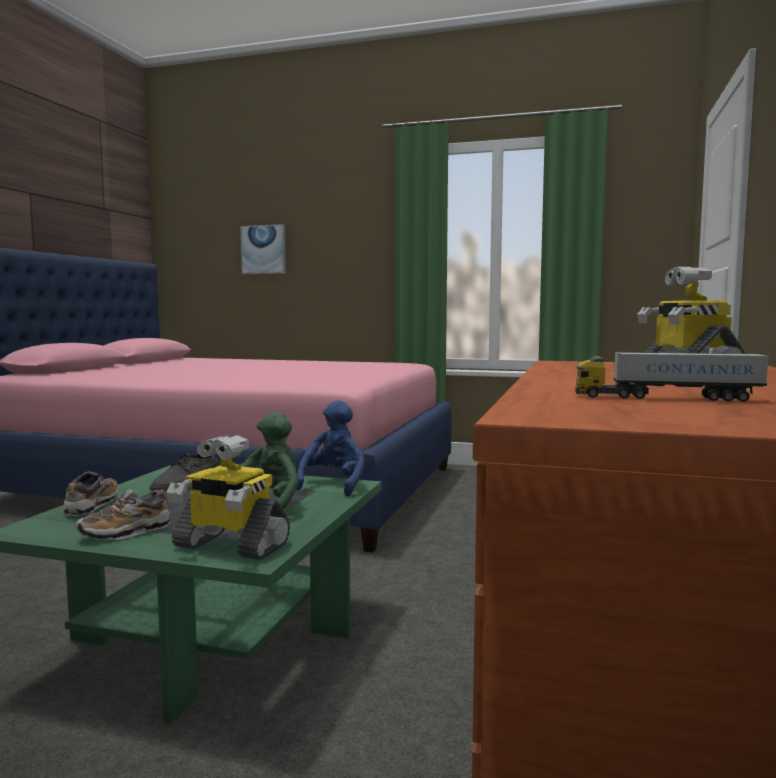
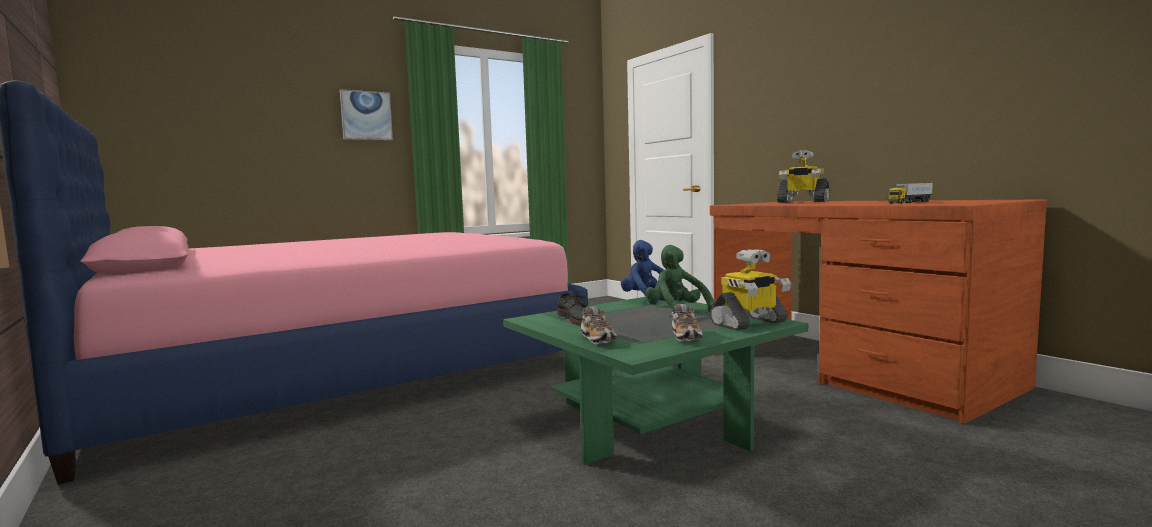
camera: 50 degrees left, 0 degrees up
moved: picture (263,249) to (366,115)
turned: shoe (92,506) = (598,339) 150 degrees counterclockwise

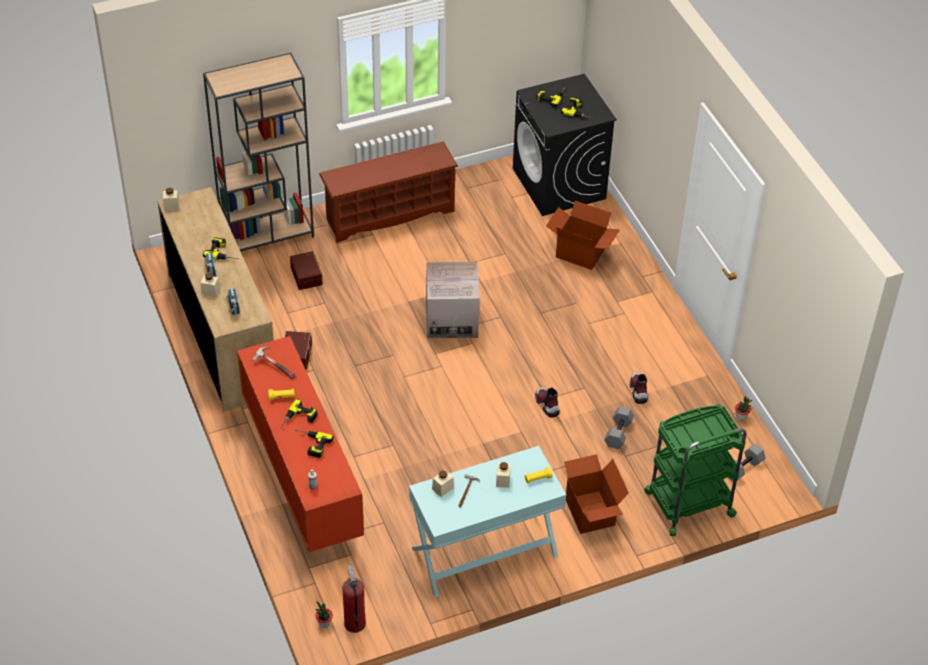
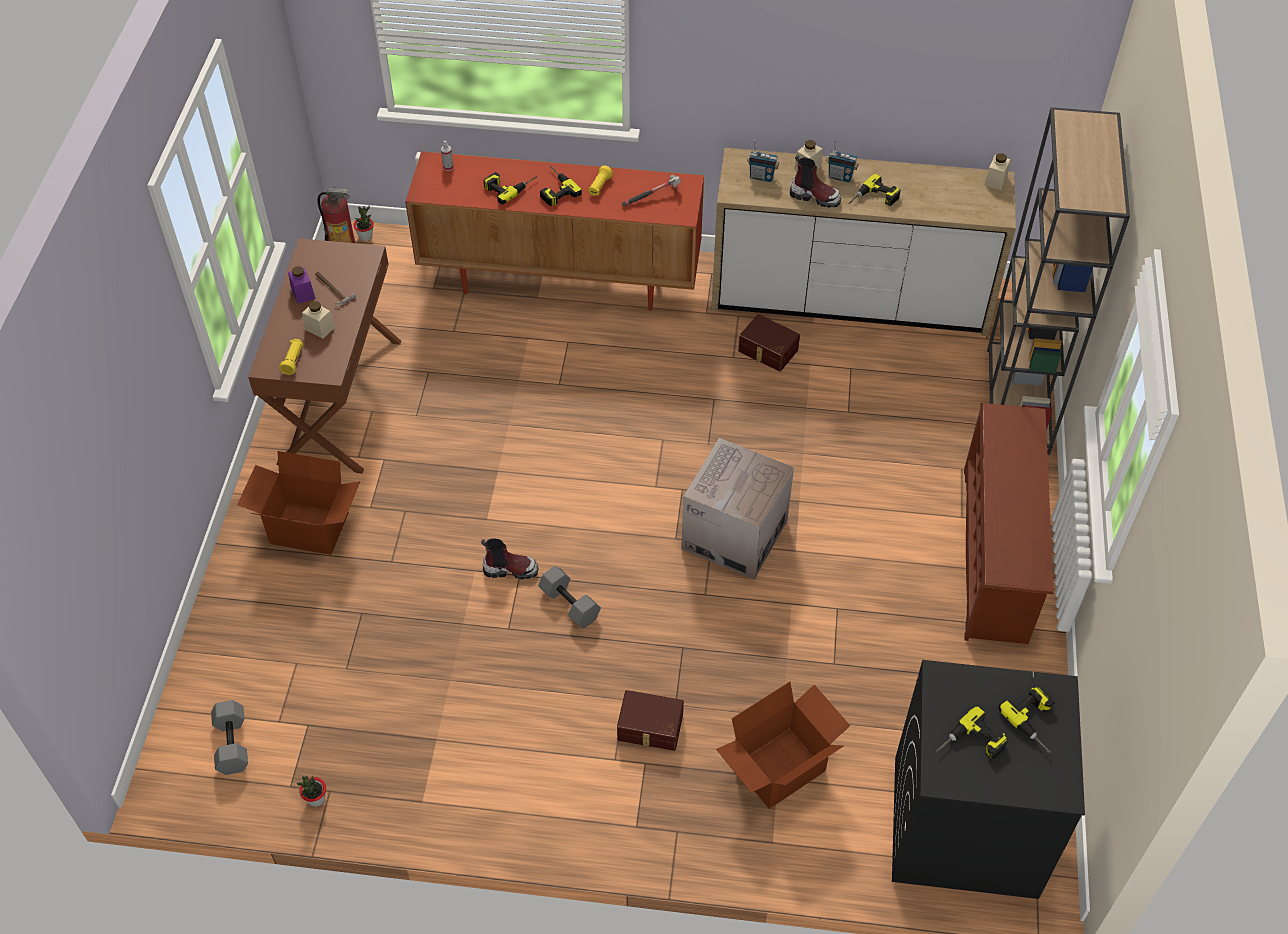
camera: 120 degrees right, 5 degrees up
removed: storage jar (beige-coloured) (442,488); cart (greenish) (689,503)
added: storage jar (purple) (303,293)
moved: hand weight (greyish) (618,432) to (571,604); storage container (brownish) (307,275) to (650,728); boot (638,390) to (815,196)
recoloured: desk unit (turquoise) (485,552) to desk unit (brownish) (339,400)

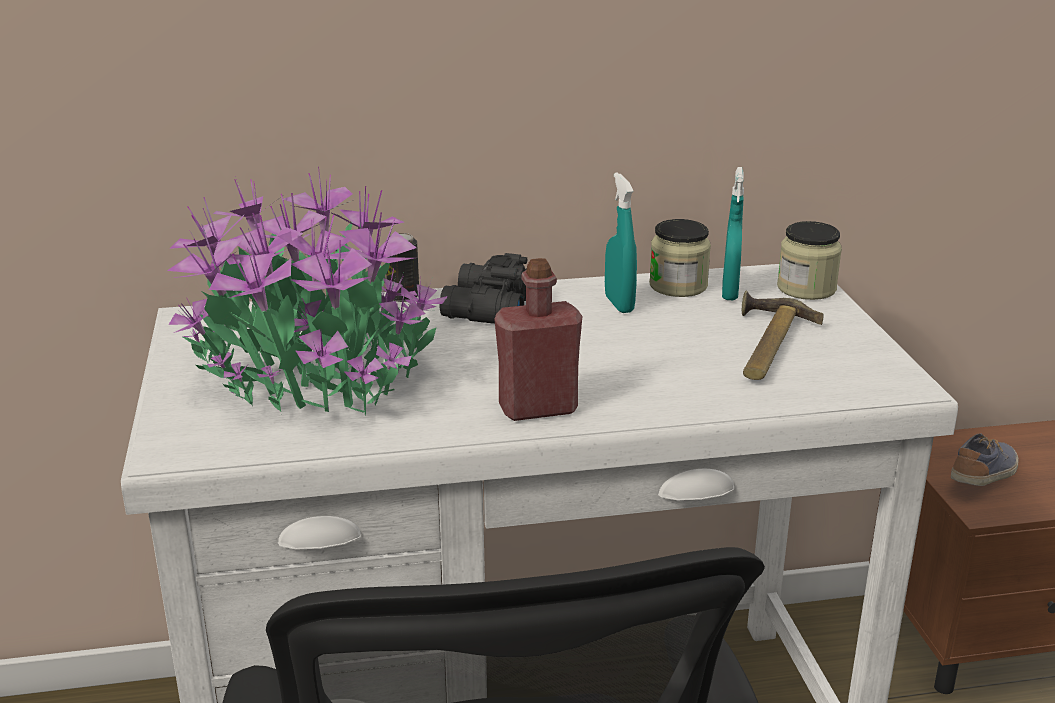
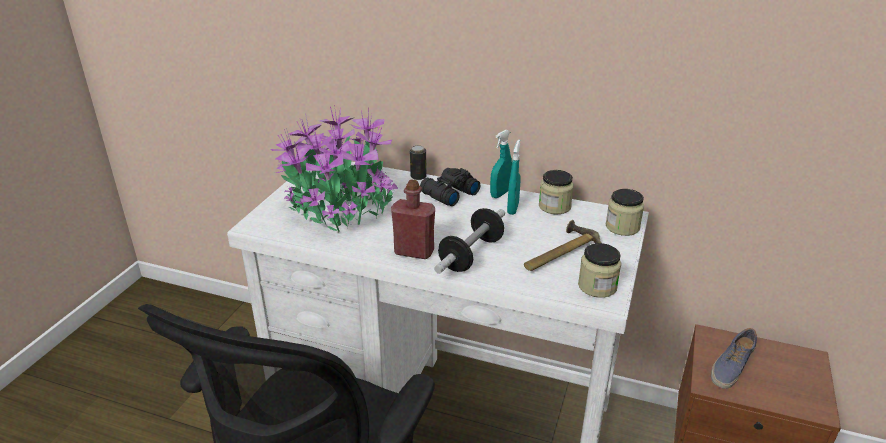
camera: 30 degrees right, 5 degrees up
added: hand weight (471,255); storage jar (597,286)
moved: sprayer (turquoise) (729,293) to (500,194)
turned: shoe (984,477) = (731,367) 150 degrees clockwise

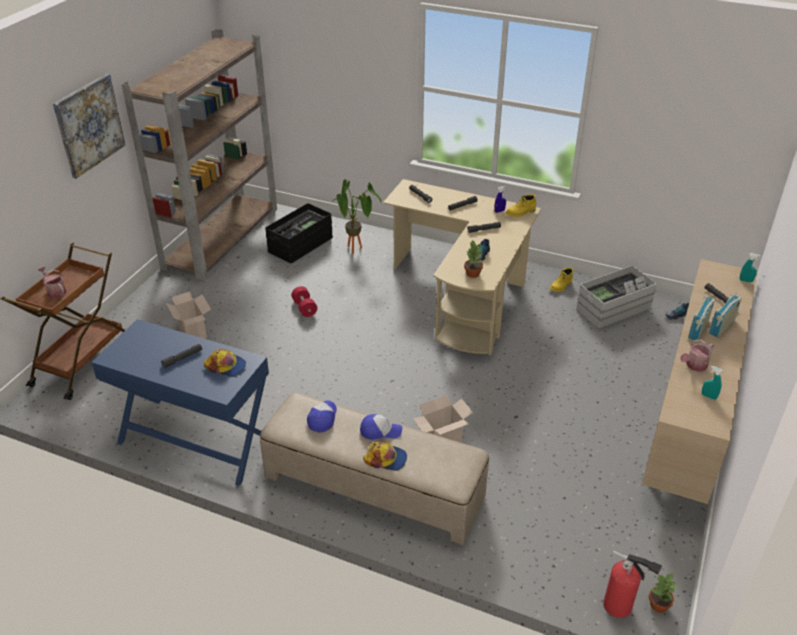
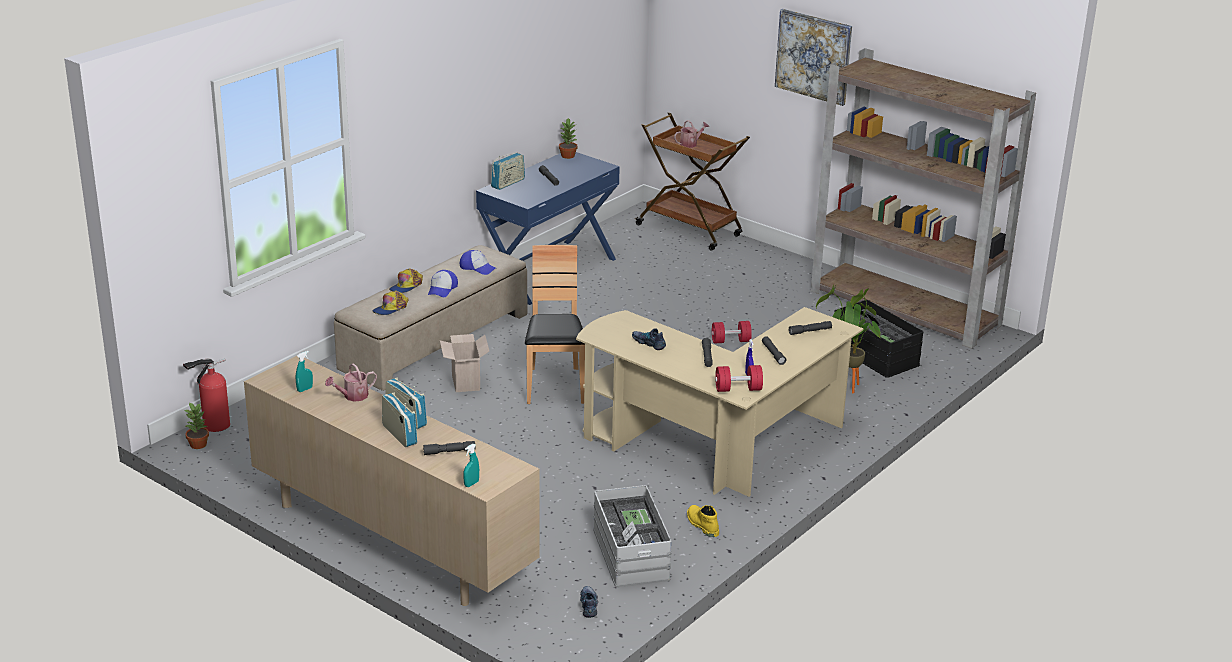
camera: 105 degrees right, 10 degrees down
removed: packing box (194,333)
added: radio set (508,183); plain chair (brownish) (554,386)
moved: cap (226,366) to (391,309); houseplant (472,273) to (568,156)
replaced: boot (yellow-coloured) (521,212) to hand weight (red) (738,389)
turned: watering can (694,366) = (352,396) 105 degrees counterclockwise

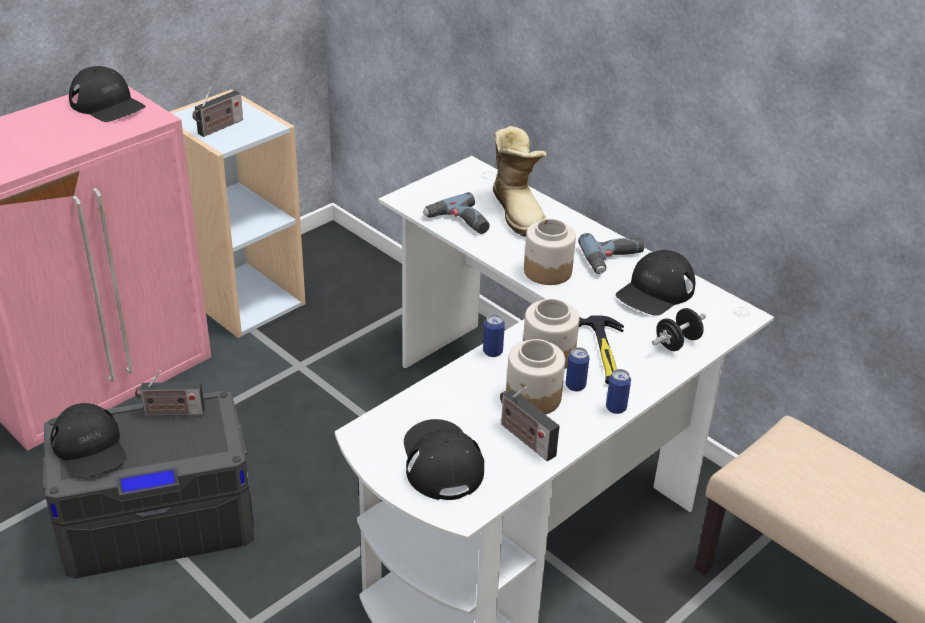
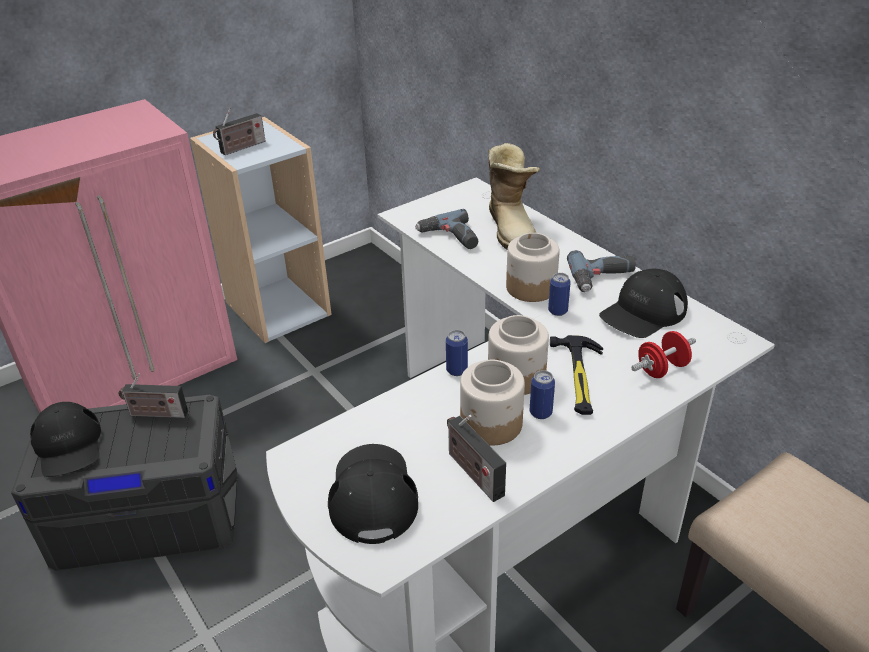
camera: 10 degrees right, 0 degrees up
removed: cap (blackish) (107,104)
moved: metal can (616,408) to (557,311)
recoloured: hand weight (blackish) (677,343) to hand weight (red) (662,369)

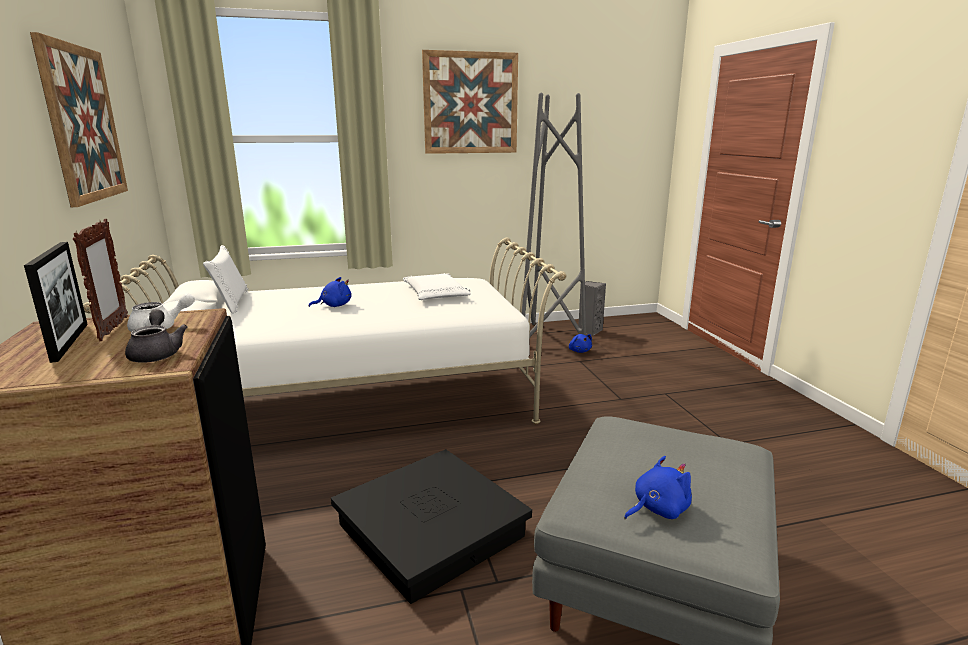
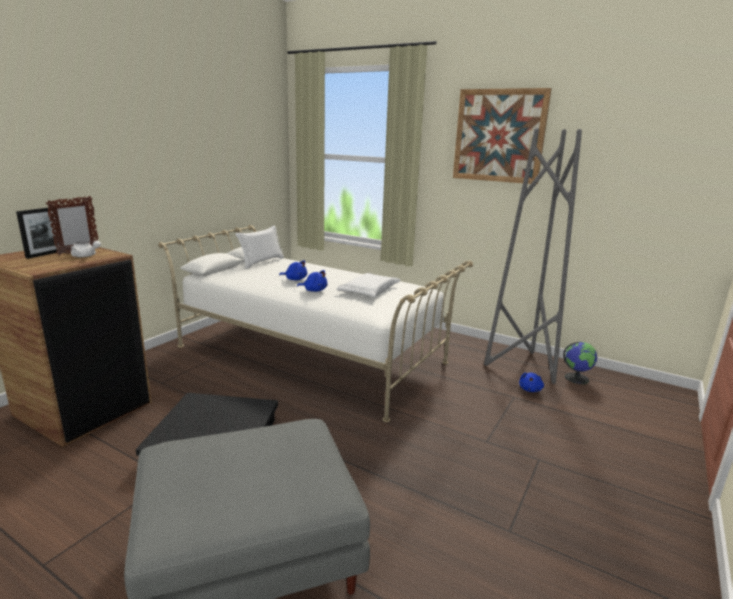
camera: 45 degrees right, 0 degrees up
removed: picture (83,124); tea pot (greyish) (157,353)
moved: cuddly toy (bluish) (657,509) to (314,290)
replaced: loudspeaker (greyish) (589,331) to desk globe (576,378)

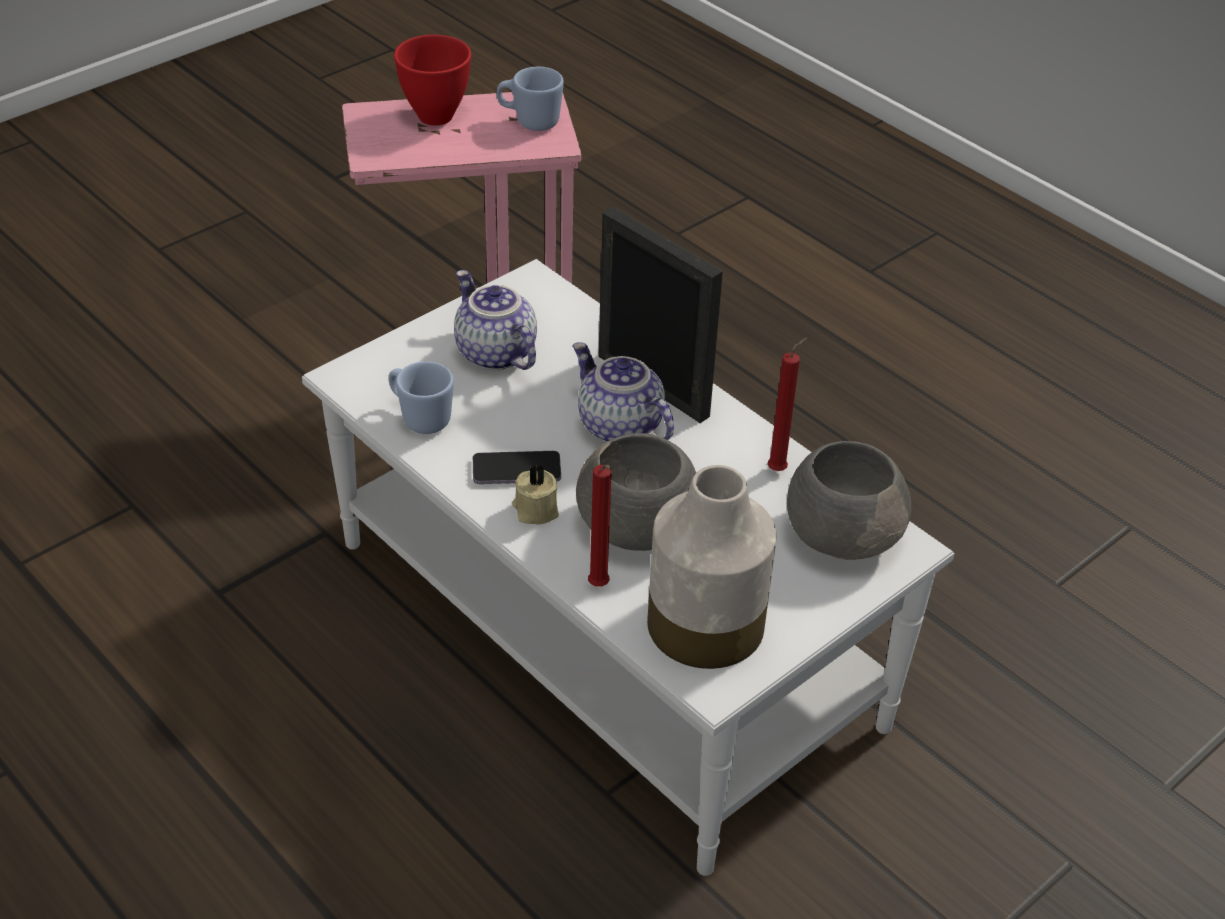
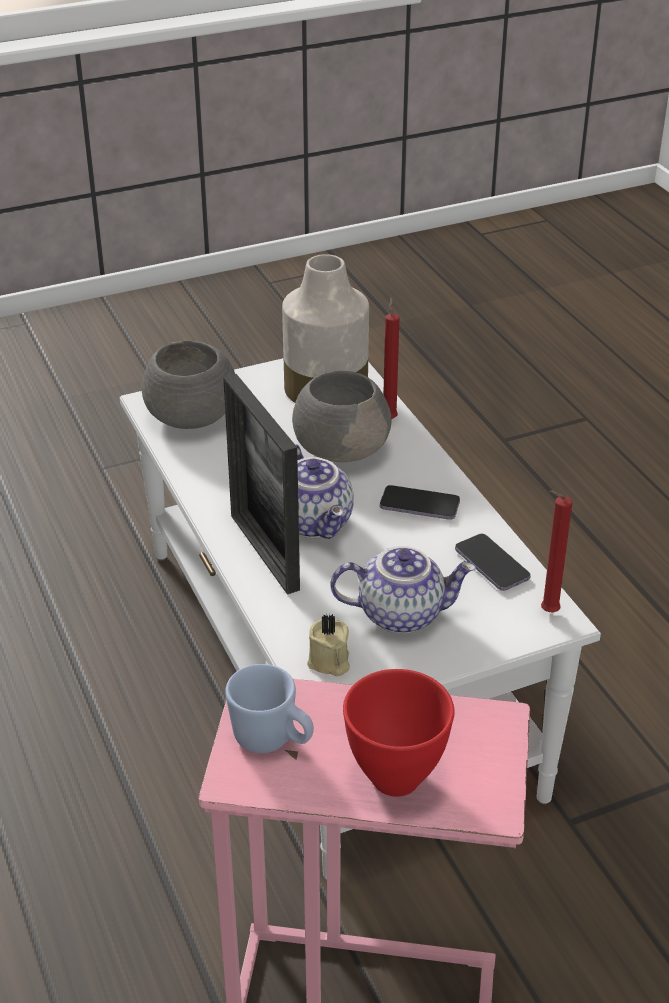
camera: 160 degrees left, 5 degrees down
moved: wax candle (beige-coloured) (535,510) to (329,662); wax candle (red) (779,469) to (546,612)
replaced: coffee mug (bluish) (420,417) to handset (491,564)
turned: tea pot (493,353) = (401,613) 75 degrees counterclockwise

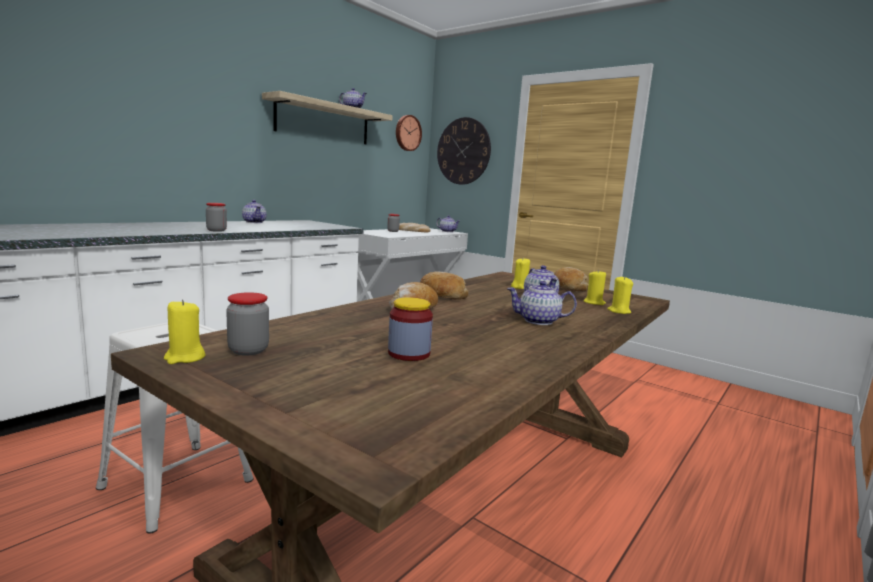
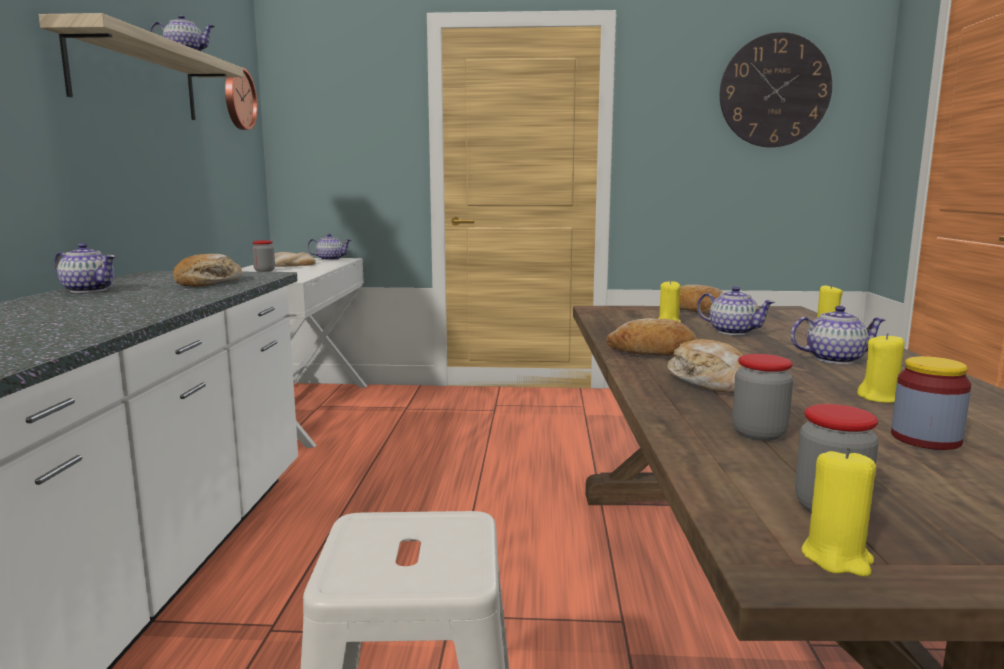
camera: 35 degrees left, 0 degrees up
added: baked bread (209,282)
moved: wall clock (463,151) to (774,91); storage jar (216,230) to (759,433); wax candle (yellow-coloured) (594,303) to (880,398)
turned: tea pot (539,321) = (833,359) 150 degrees counterclockwise

